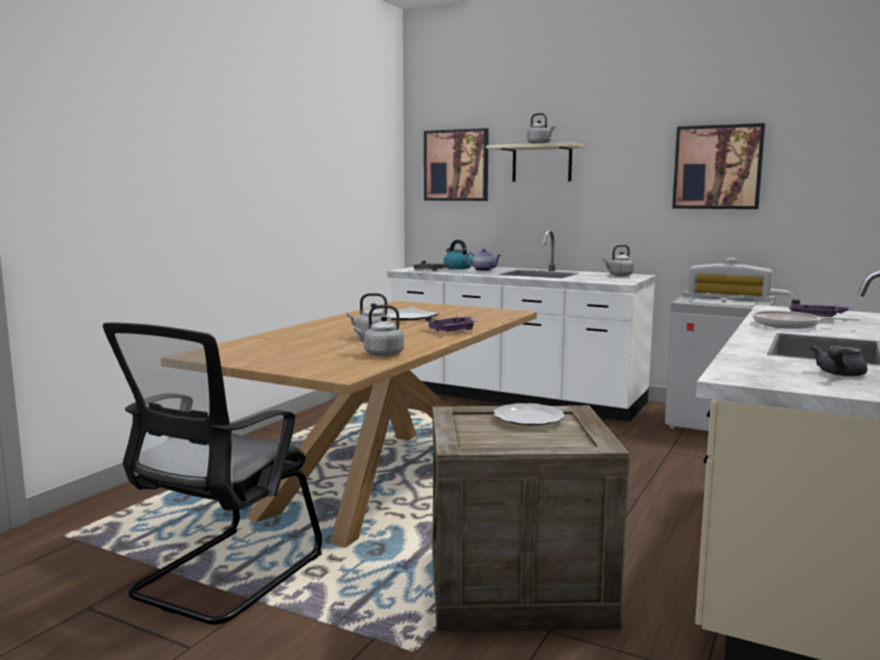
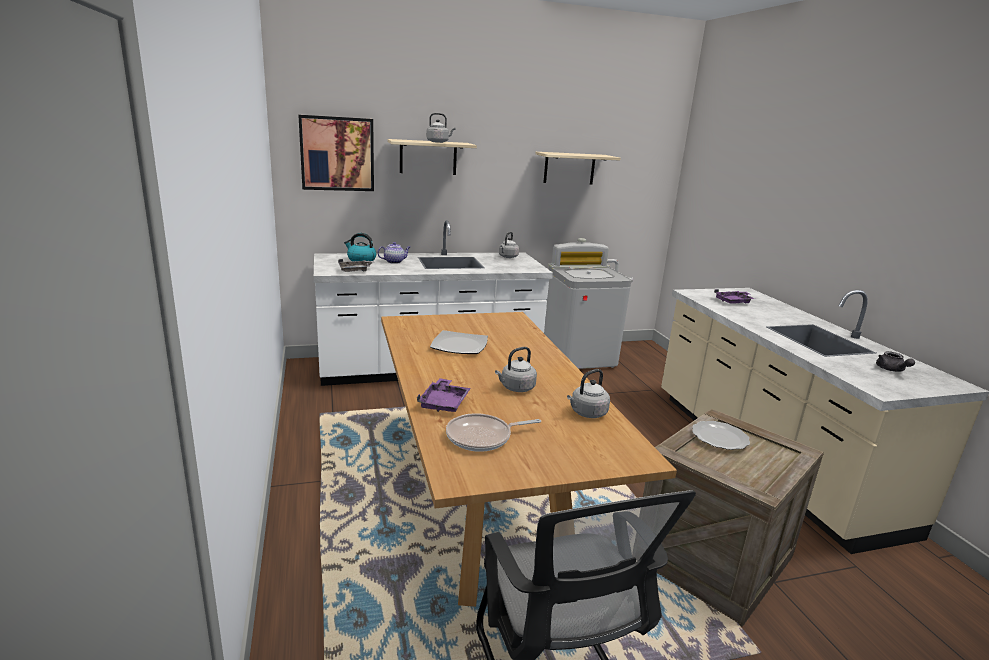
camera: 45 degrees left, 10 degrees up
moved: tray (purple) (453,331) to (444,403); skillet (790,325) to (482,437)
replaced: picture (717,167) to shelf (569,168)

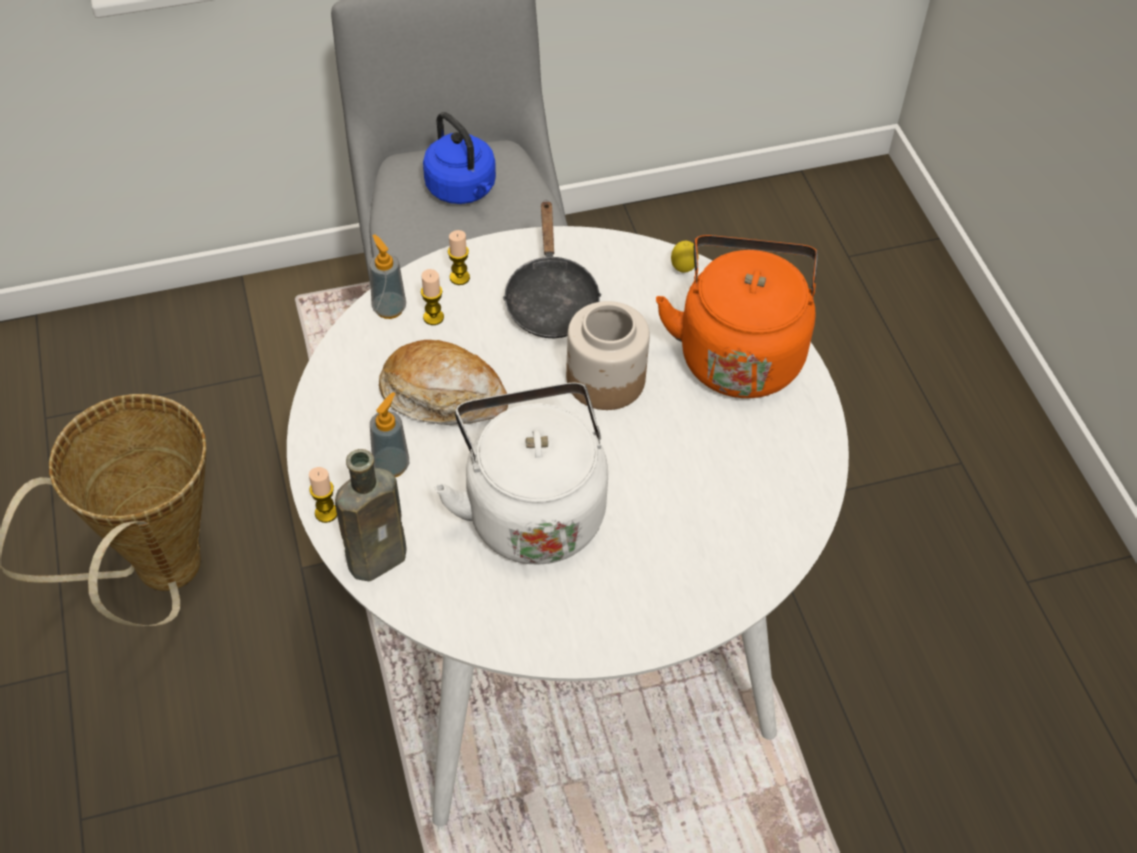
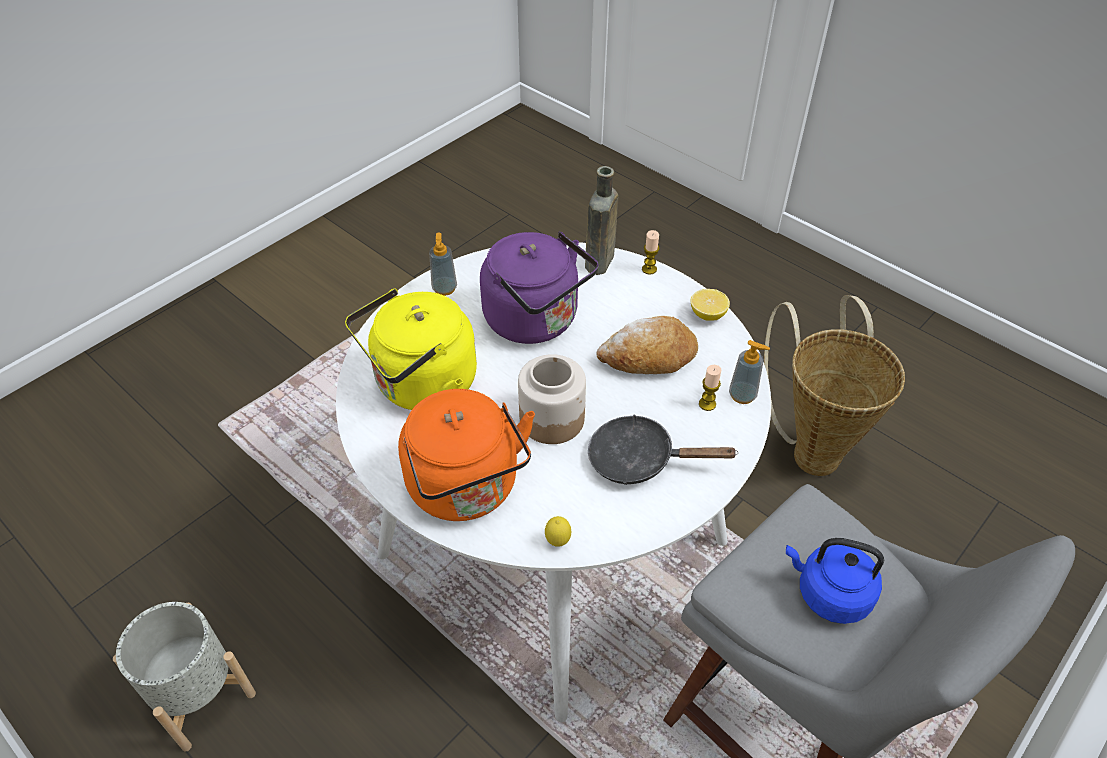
camera: 150 degrees right, 5 degrees down
removed: wax candle (459,277)
added: flower pot (greyish) (200,695); kettle (yellow-coloured) (421,386); whole lemon (707,315)
moved: soap dispenser (391,465) to (444,288)
recoloured: kettle (white-coloured) (532,509) to kettle (purple) (536,321)
turned: skillet (blackish) (550,300) = (639,459) 45 degrees counterclockwise

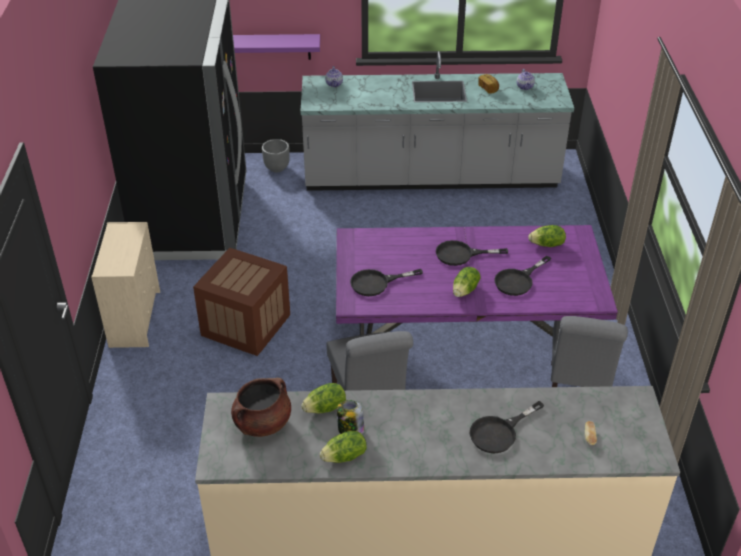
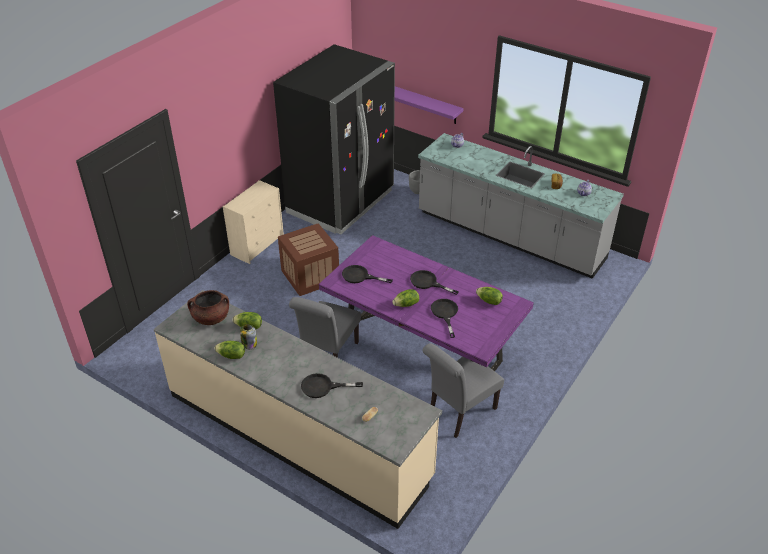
camera: 35 degrees right, 0 degrees up
turned: skillet (blackish) (518,280) = (445,314) 90 degrees clockwise

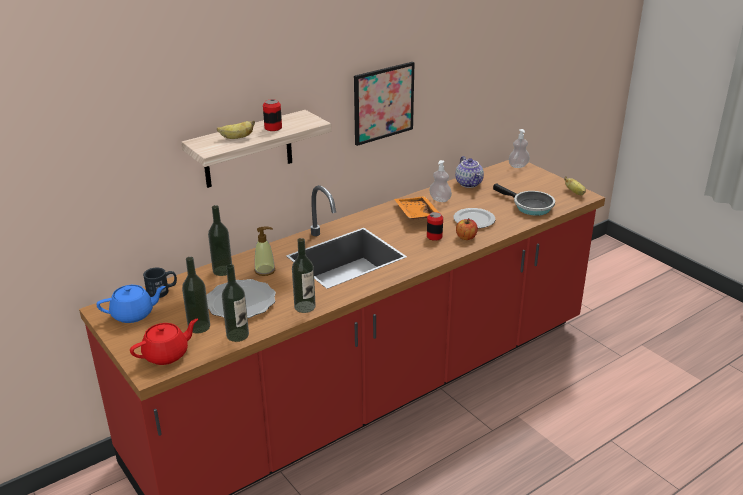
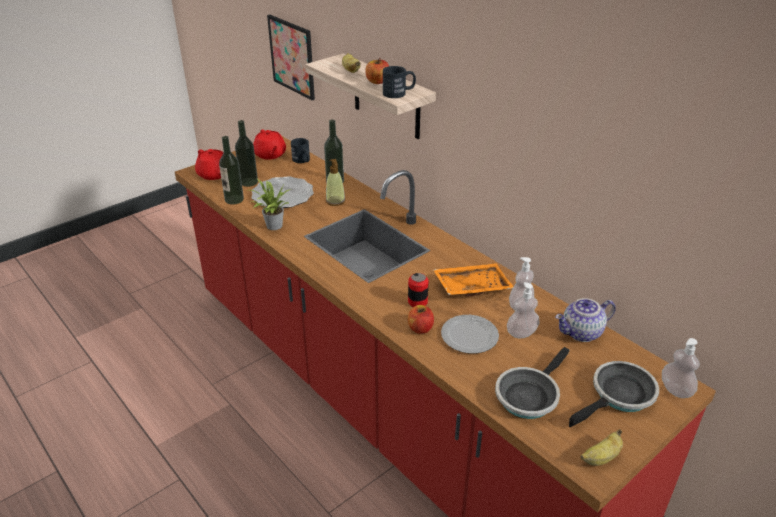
camera: 85 degrees right, 5 degrees up
added: coffee mug (blackish) (399,93); soap dispenser (521,333); skillet (619,396)
moved: picture (383,103) to (292,57)
replaced: bottle (305,307) to houseplant (272,227); metal can (273,128) to apple fruit (377,82)
recoloured: tea pot (bluish) (134,314) to tea pot (red) (270,155)

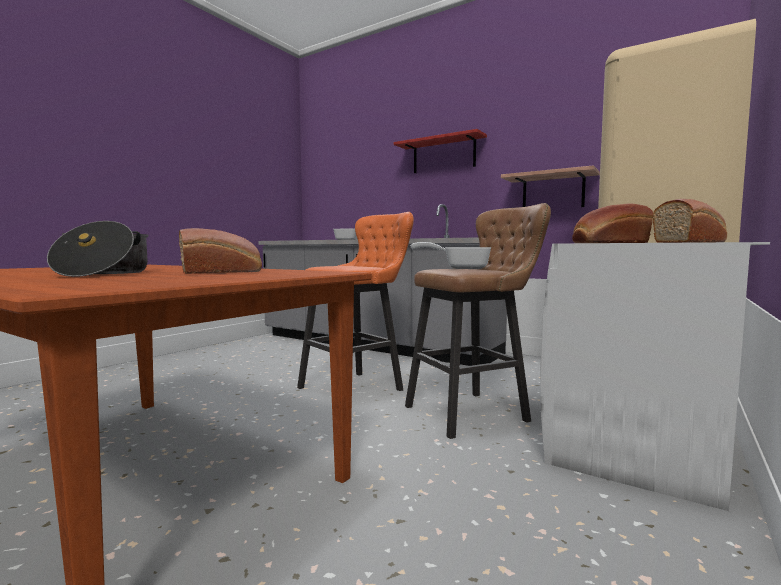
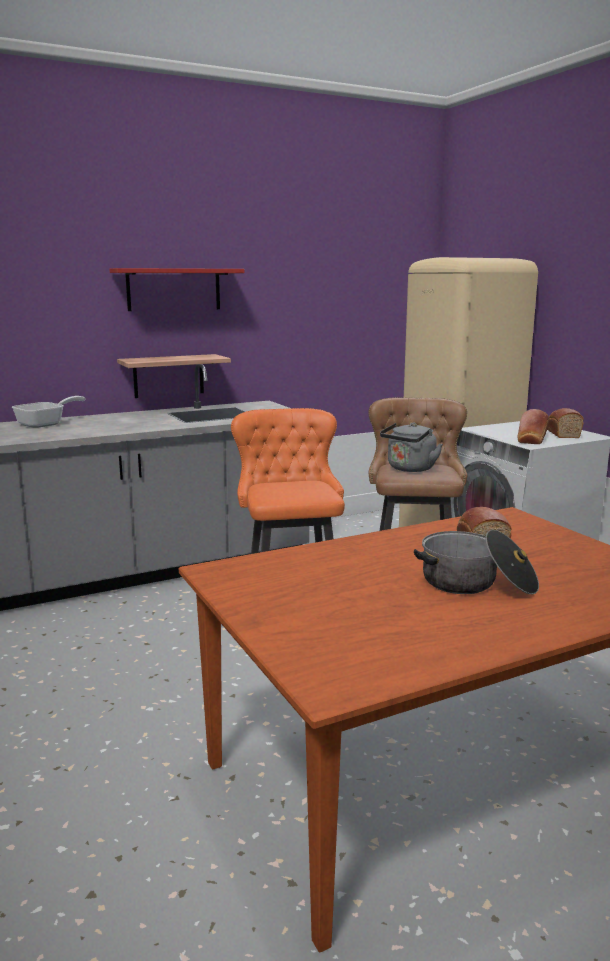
camera: 60 degrees left, 10 degrees up
moved: shelf (553,192) to (168,376)
replaced: skillet (460,268) to kettle (greyish) (409,469)

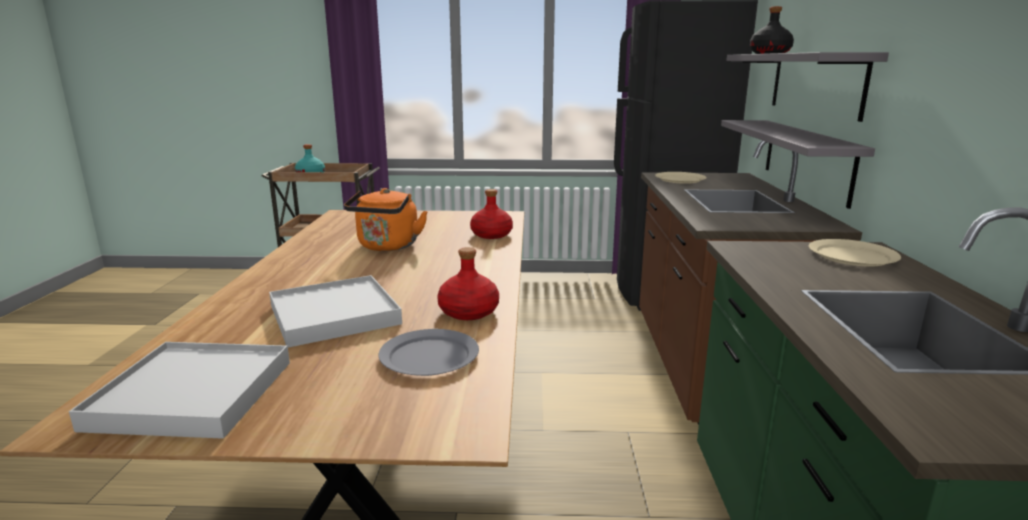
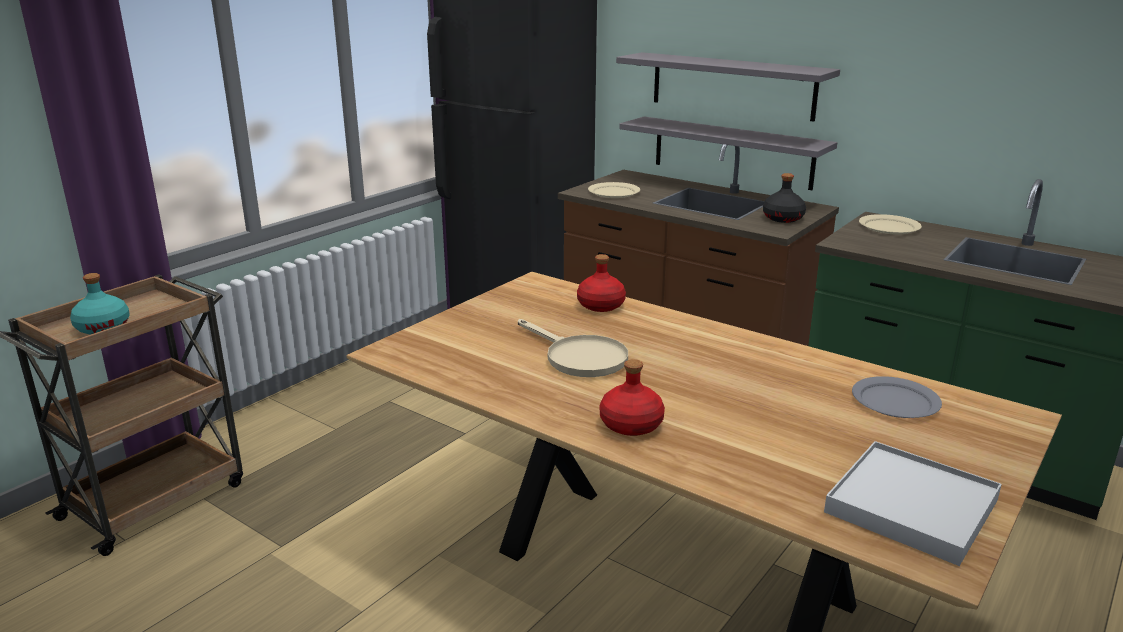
camera: 55 degrees left, 5 degrees up
removed: tray (white-coloured) (334,315)
moved: bottle (red) (469,311) to (631,424); bottle (blackish) (769,53) to (783,218)
replaced: kettle (orange) (387,247) to skillet (beige-coloured) (578,357)

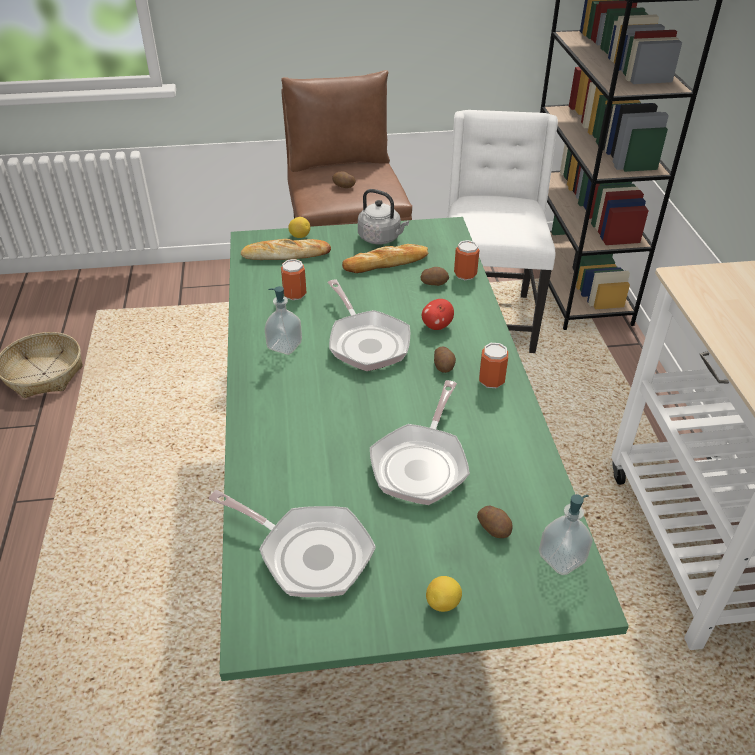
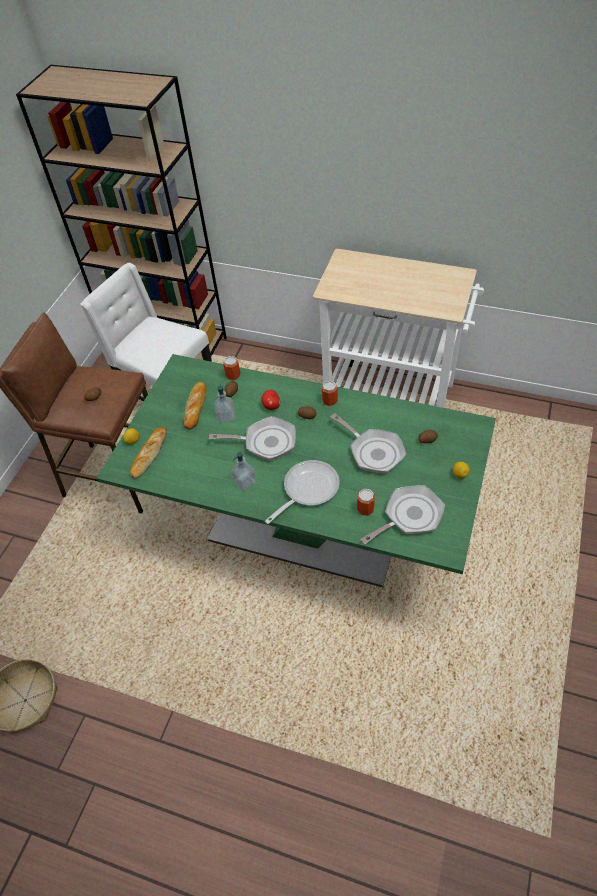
camera: 60 degrees left, 10 degrees up
removed: kettle (greyish) (381,238)
added: skillet (307,489)
moved: soap dispenser (561,558) to (226,416); metal can (295,294) to (365,509)

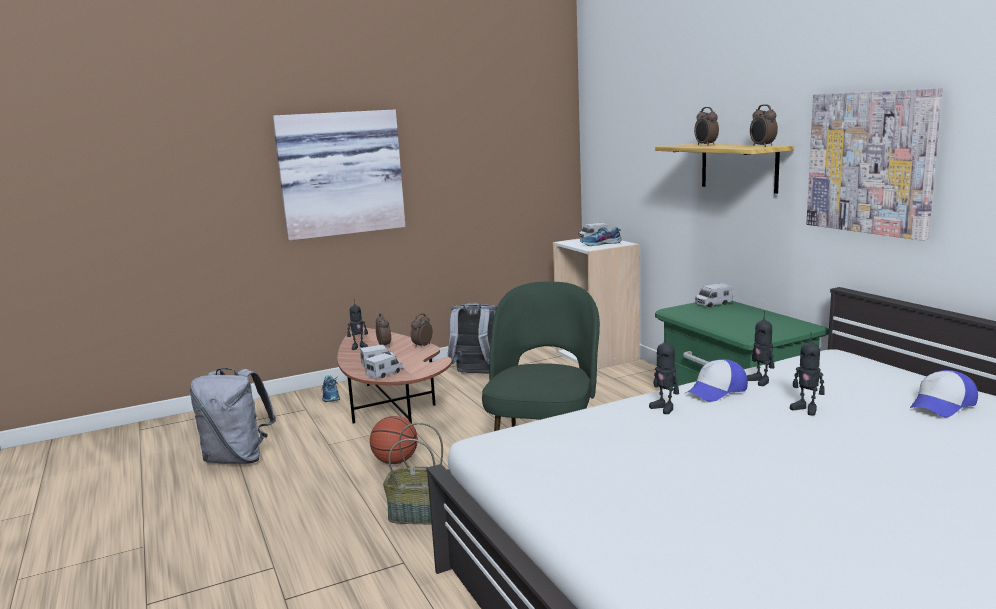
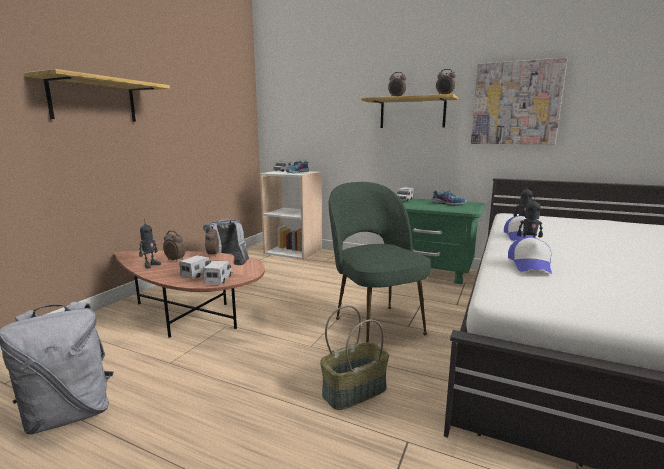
camera: 40 degrees left, 0 degrees up
removed: basketball ball (395,461); robot figure (806,409)
moved: shoe (331,396) to (448,204); cap (942,405) to (530,265)
replaced: picture (340,173) to shelf (94,100)

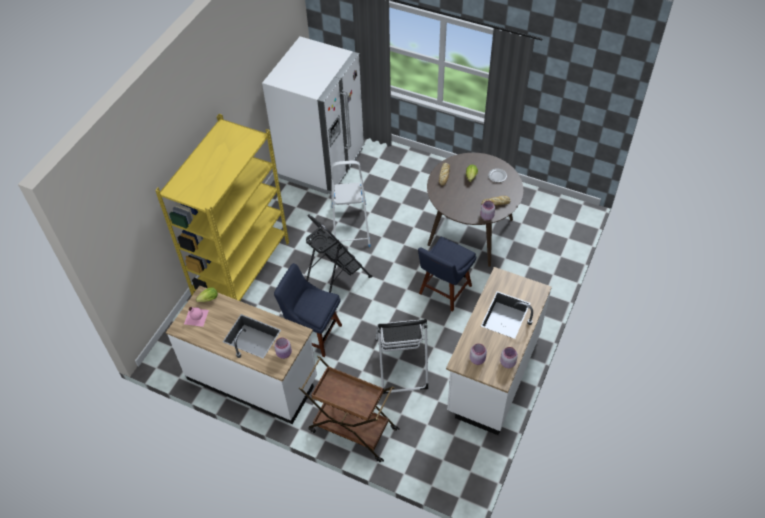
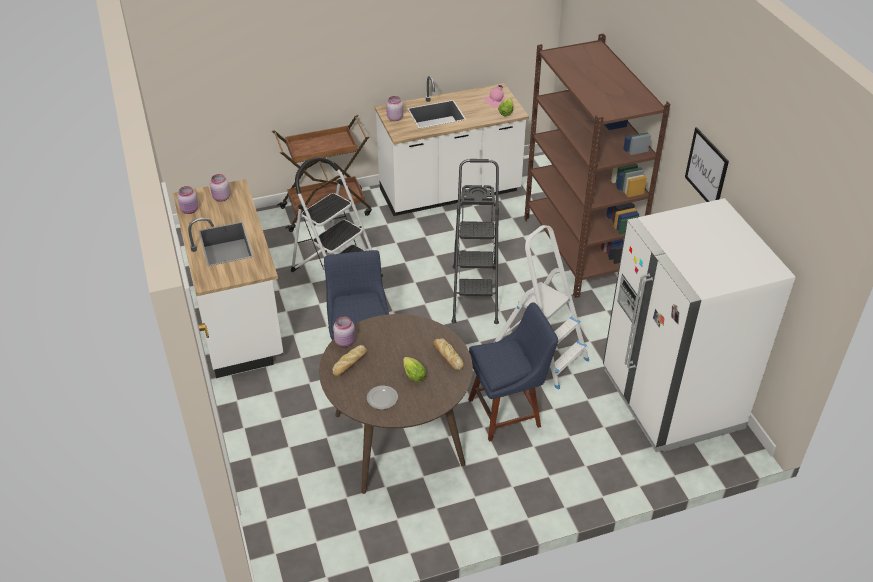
camera: 135 degrees right, 10 degrees down
added: picture (706,169)
moved: plain chair (bluish) (313,333) to (508,412)
recoloured: bookcase (yellow-coloured) (242,269) to bookcase (brownish) (578,250)

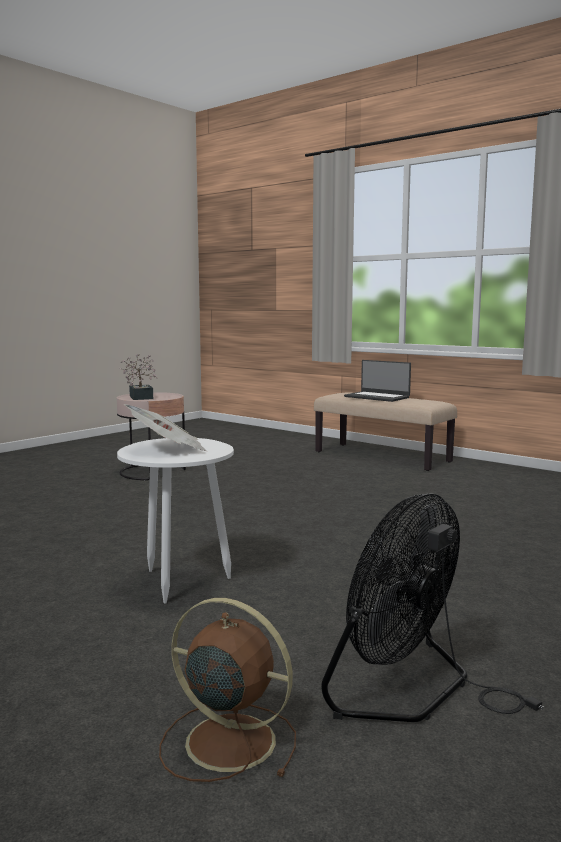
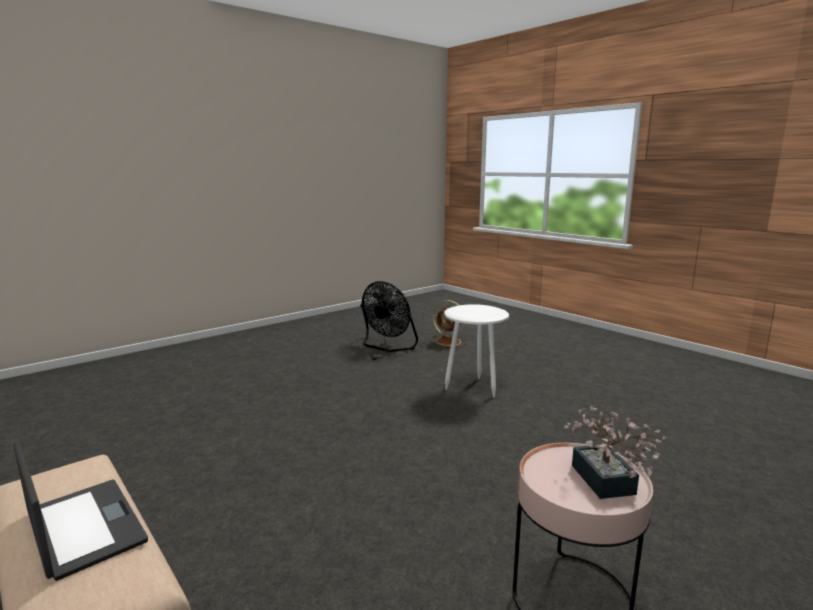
camera: 170 degrees left, 5 degrees up
removed: printed paper (168,449)
turned: electric fan (blackish) (423,688) = (383,347) 105 degrees counterclockwise

